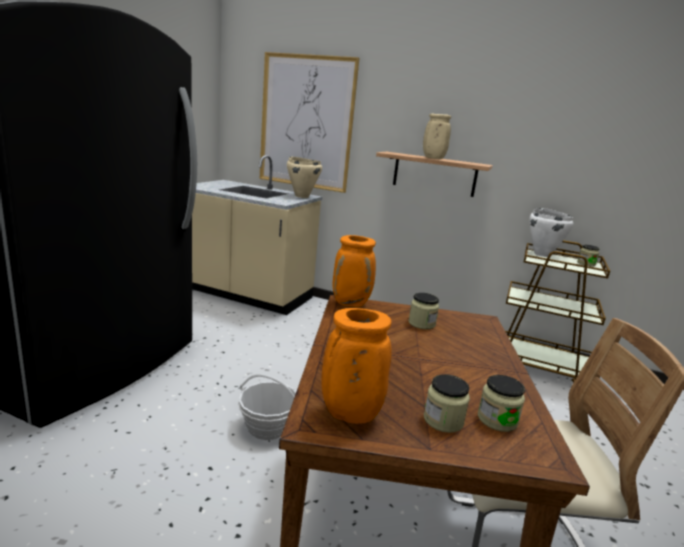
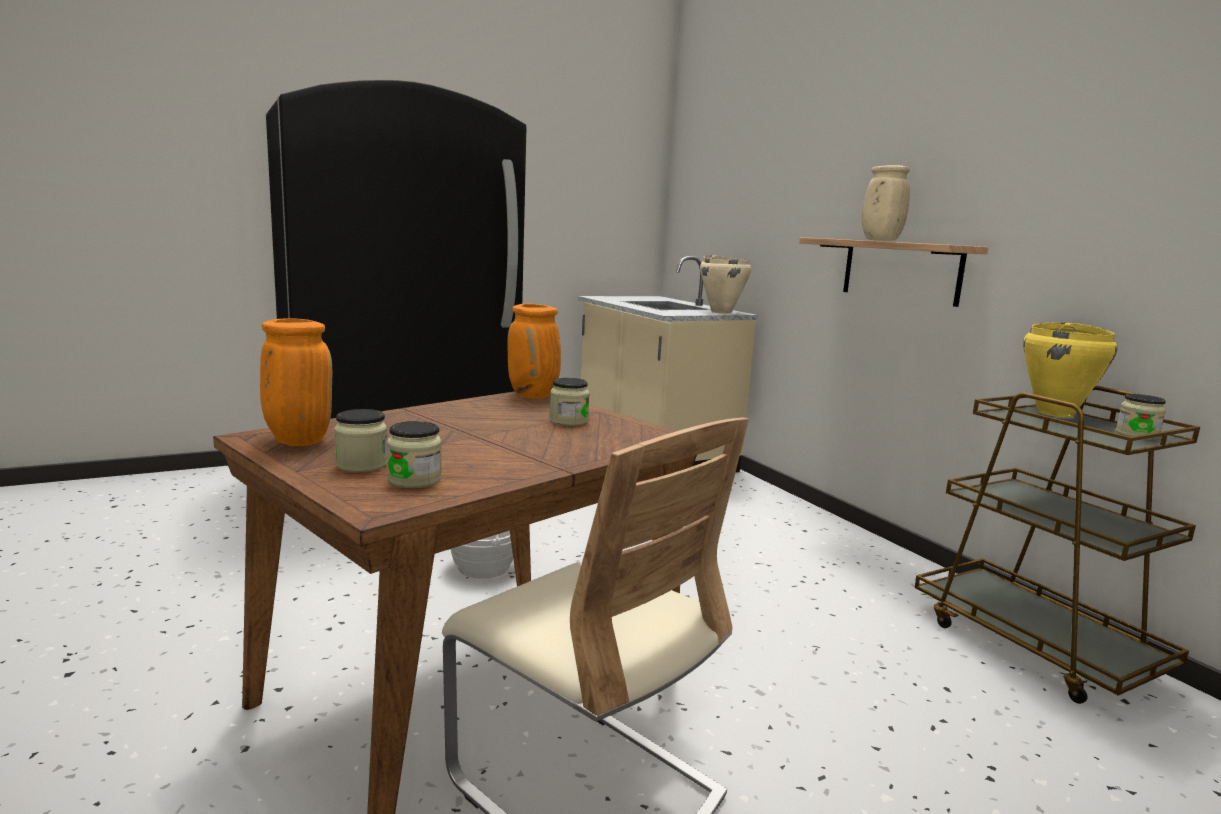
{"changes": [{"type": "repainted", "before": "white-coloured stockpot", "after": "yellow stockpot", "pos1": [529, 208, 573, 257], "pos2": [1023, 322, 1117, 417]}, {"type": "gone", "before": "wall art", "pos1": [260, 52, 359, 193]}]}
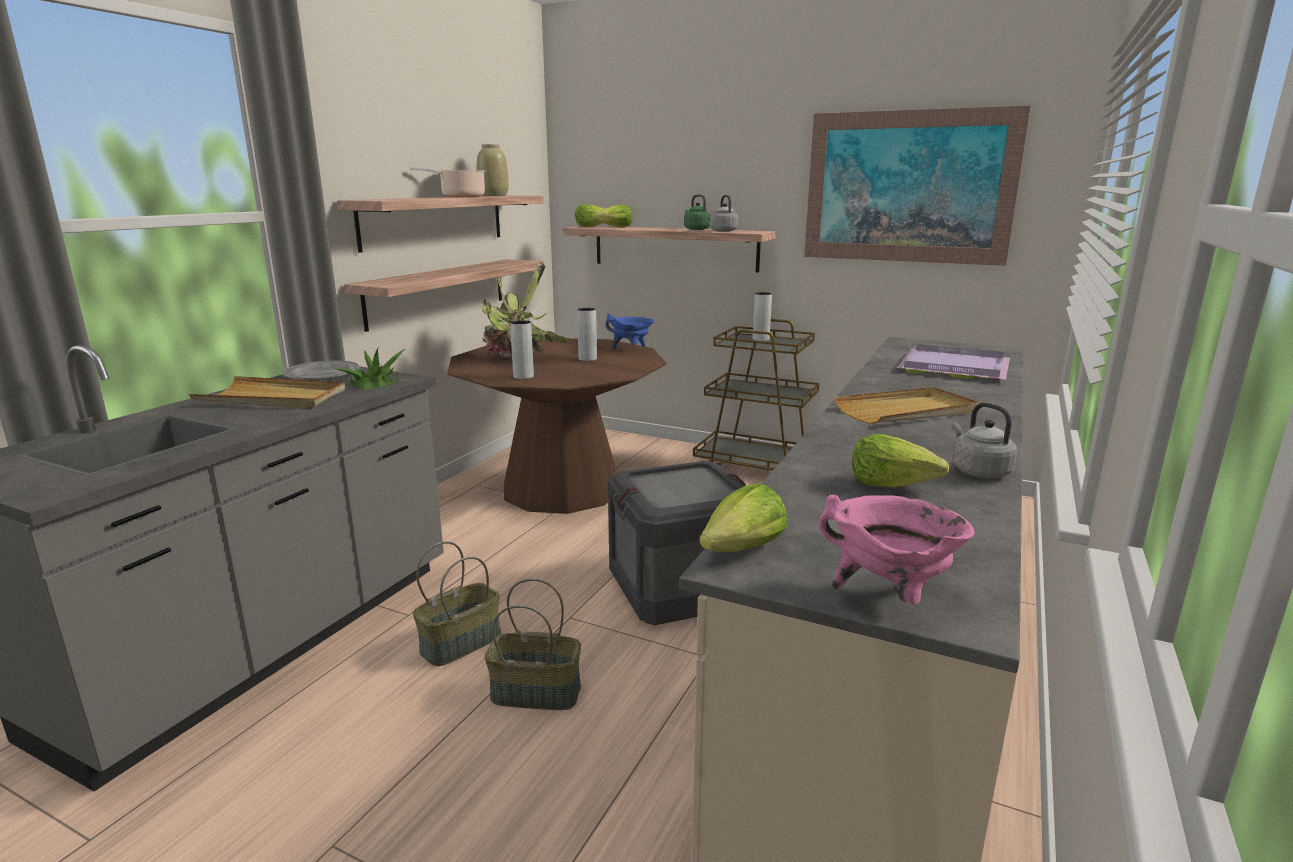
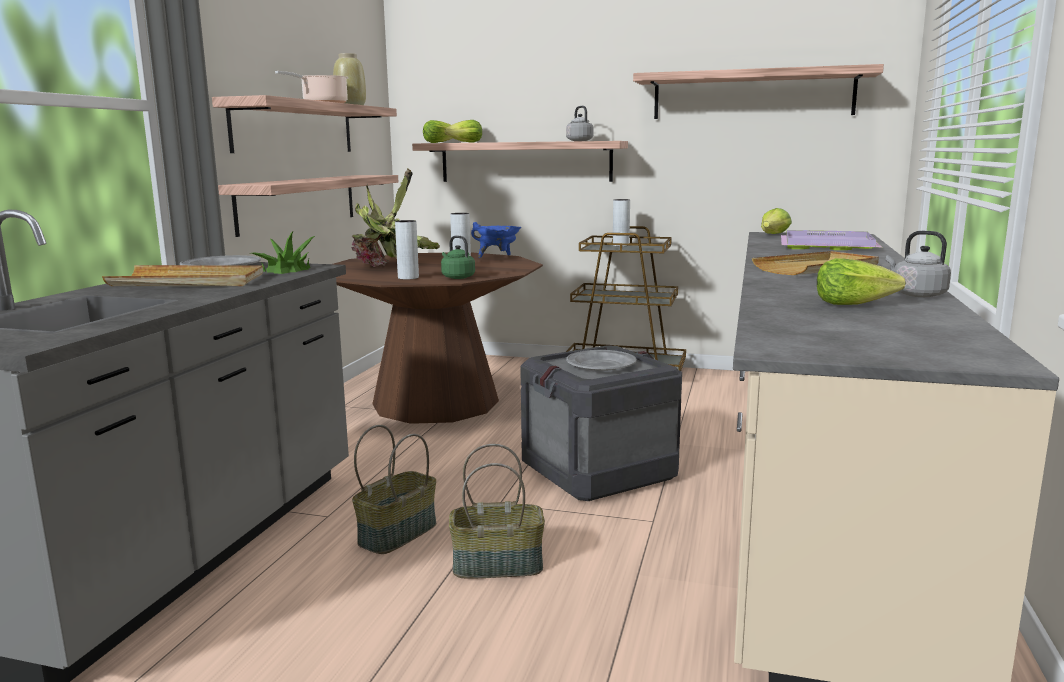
{"changes": [{"type": "shifted", "before": "green water kettle", "pos1": [684, 194, 711, 230], "pos2": [441, 236, 475, 279]}, {"type": "new", "after": "greyish plate", "pos2": [566, 350, 637, 371]}, {"type": "swapped", "before": "wall art", "after": "bracket shelf", "pos1": [804, 106, 1031, 266], "pos2": [633, 64, 884, 119]}, {"type": "shifted", "before": "lettuce", "pos1": [700, 484, 788, 552], "pos2": [761, 208, 792, 234]}, {"type": "gone", "before": "pinkish stockpot", "pos1": [819, 495, 974, 605]}]}
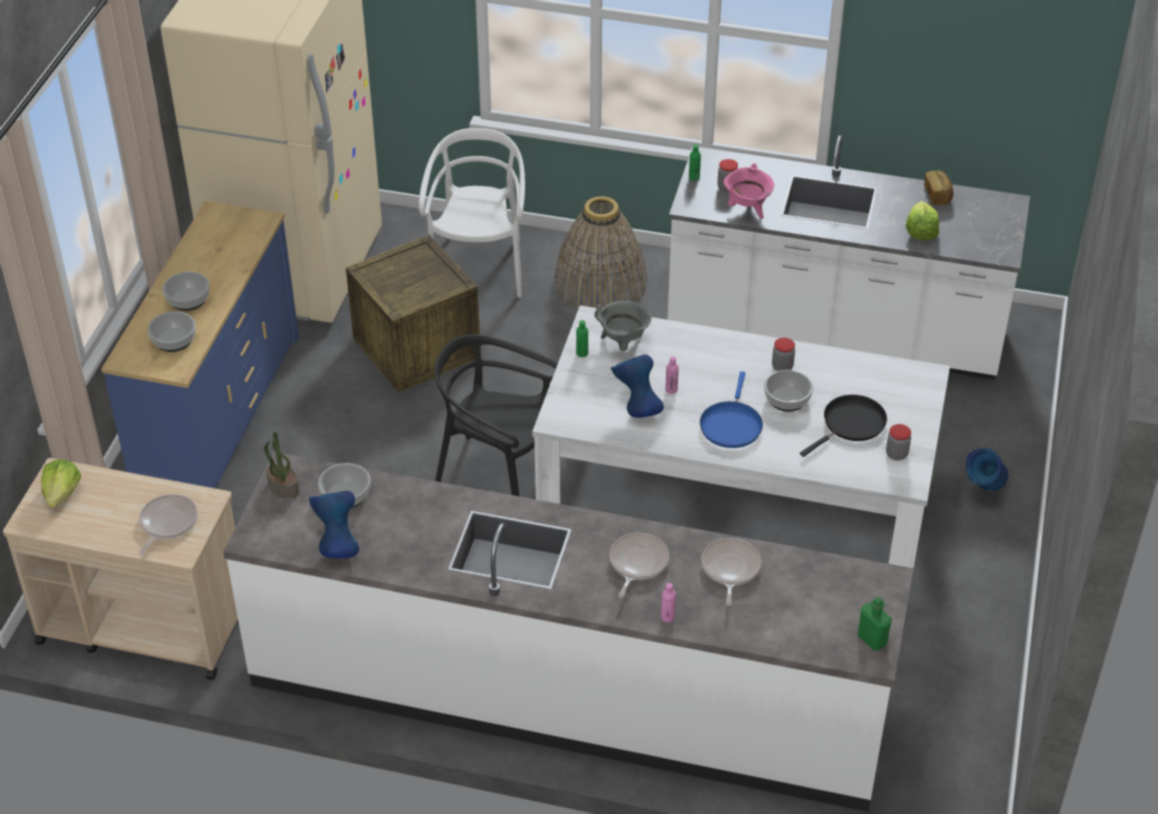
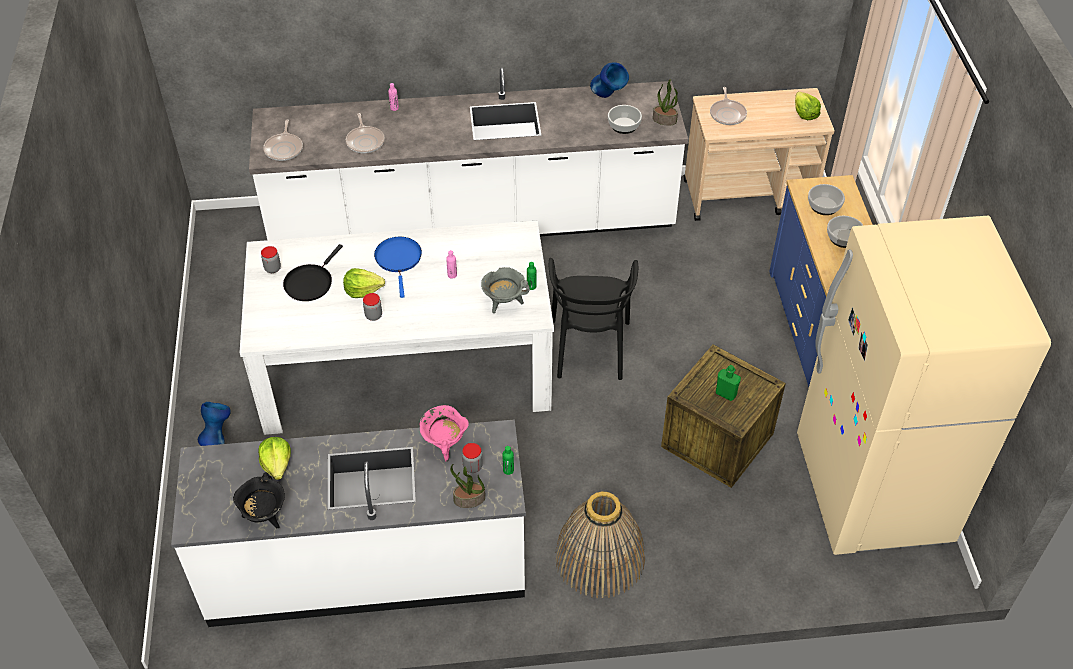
{"changes": [{"type": "swapped", "before": "bakery bread", "after": "black stockpot", "pos1": [924, 170, 953, 205], "pos2": [233, 472, 285, 528]}, {"type": "shifted", "before": "skillet", "pos1": [609, 533, 669, 598], "pos2": [263, 119, 303, 161]}, {"type": "swapped", "before": "deep dish", "after": "lettuce", "pos1": [764, 370, 813, 412], "pos2": [343, 268, 385, 298]}, {"type": "new", "after": "plant in a pot", "pos2": [450, 464, 485, 508]}, {"type": "rotated", "before": "black upright chair", "pos1": [434, 334, 558, 496], "pos2": [549, 258, 638, 380], "turn": 90}, {"type": "shifted", "before": "green beverage bottle", "pos1": [858, 597, 892, 651], "pos2": [716, 365, 741, 401]}, {"type": "gone", "before": "white-coloured upright chair", "pos1": [419, 128, 525, 297]}, {"type": "gone", "before": "blue-coloured vase", "pos1": [611, 354, 664, 418]}]}
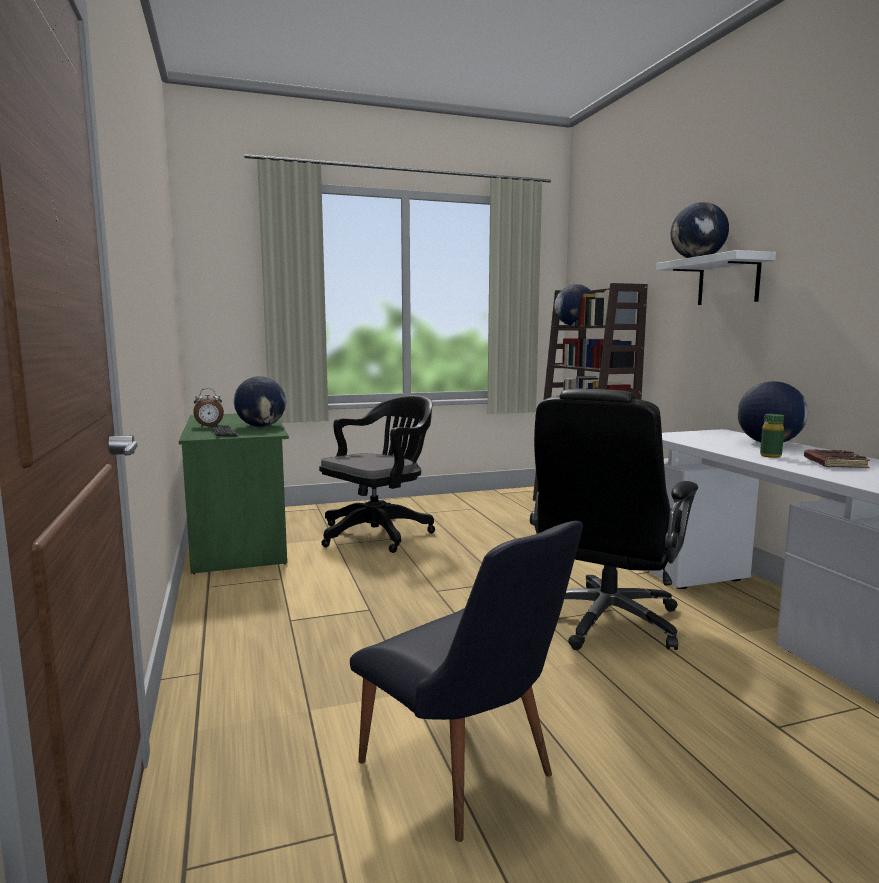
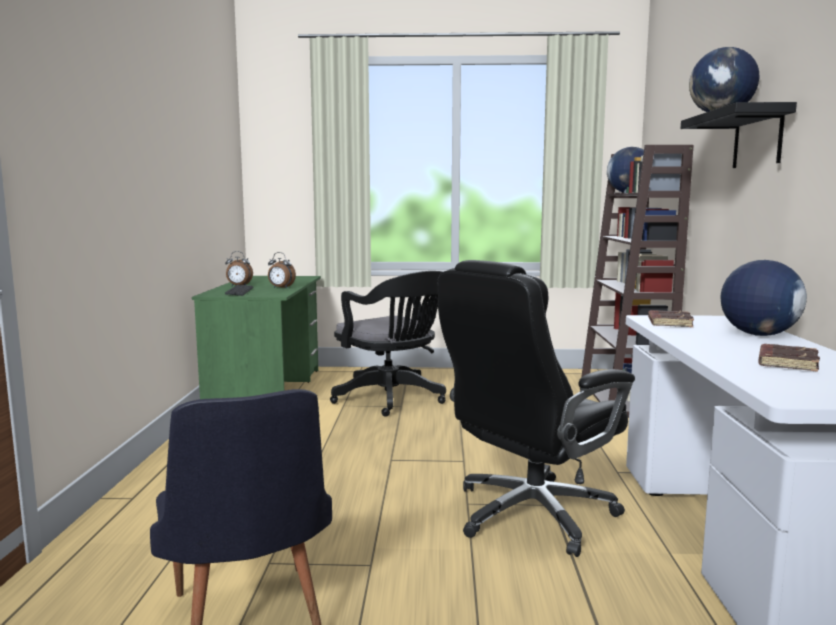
{"changes": [{"type": "swapped", "before": "world globe", "after": "table clock", "pos1": [234, 376, 286, 427], "pos2": [268, 252, 296, 288]}, {"type": "rotated", "before": "black computer chair", "pos1": [319, 395, 435, 553], "pos2": [330, 271, 446, 417], "turn": 75}, {"type": "new", "after": "brown-coloured volume", "pos2": [648, 310, 694, 327]}, {"type": "repainted", "before": "white-coloured bracket shelf", "after": "black bracket shelf", "pos1": [656, 250, 776, 305], "pos2": [681, 102, 797, 168]}, {"type": "gone", "before": "green beverage bottle", "pos1": [760, 414, 784, 458]}]}
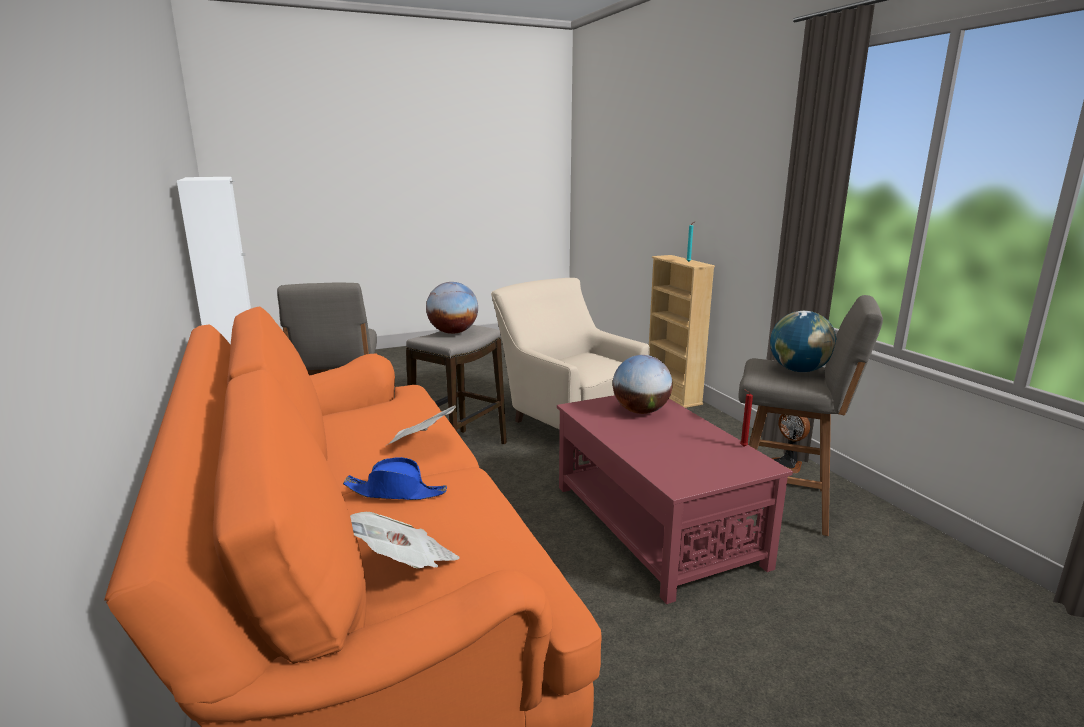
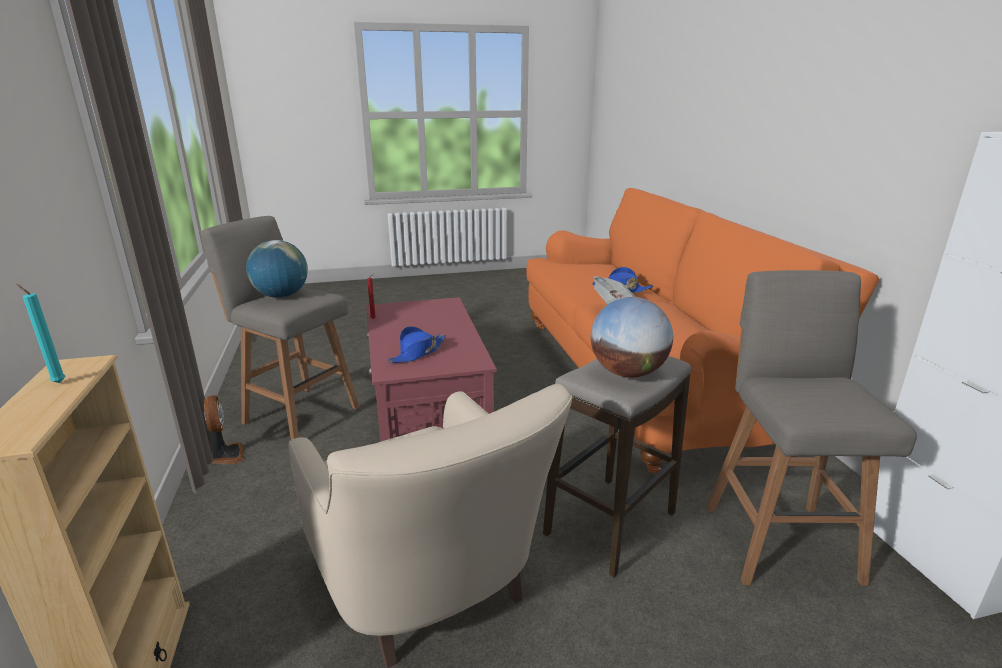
{"changes": [{"type": "swapped", "before": "world globe", "after": "blue-coloured clothing hat", "pos1": [613, 355, 673, 414], "pos2": [387, 326, 446, 363]}, {"type": "gone", "before": "daily paper", "pos1": [350, 512, 460, 569]}]}
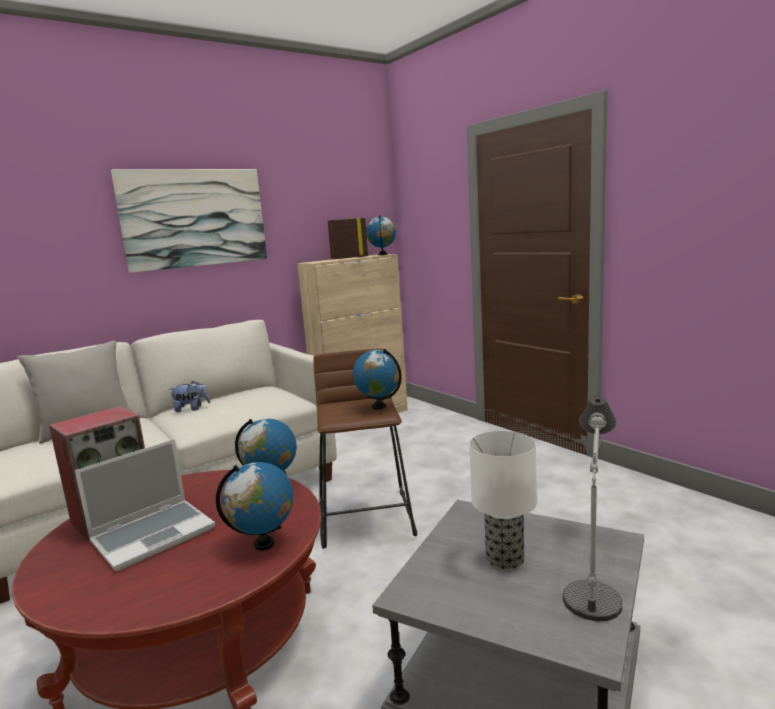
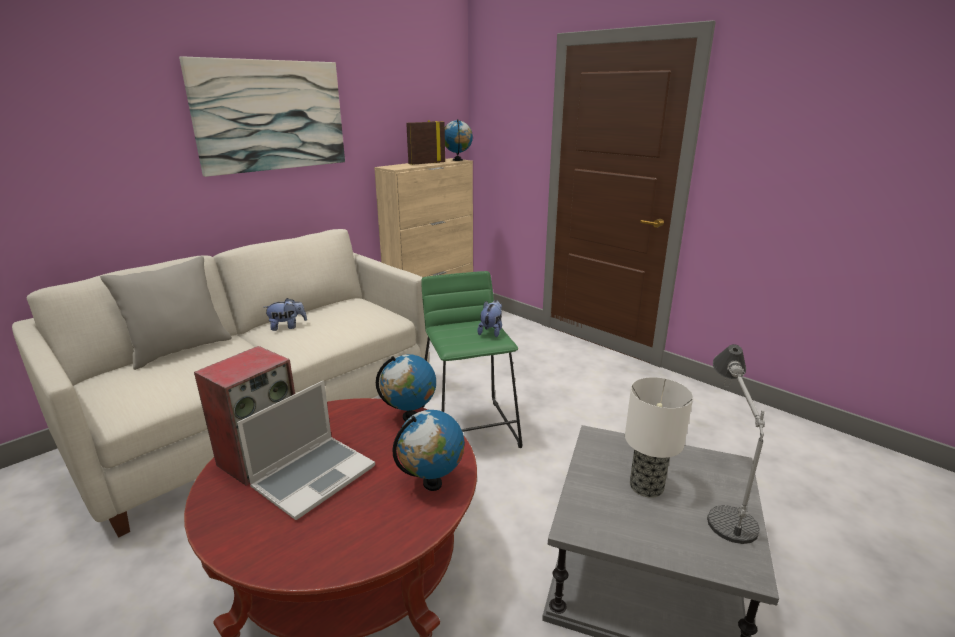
{"changes": [{"type": "repainted", "before": "brown-coloured stool seat", "after": "green stool seat", "pos1": [313, 348, 417, 549], "pos2": [421, 271, 522, 448]}, {"type": "swapped", "before": "world globe", "after": "plush toy", "pos1": [353, 349, 402, 410], "pos2": [477, 300, 502, 337]}]}
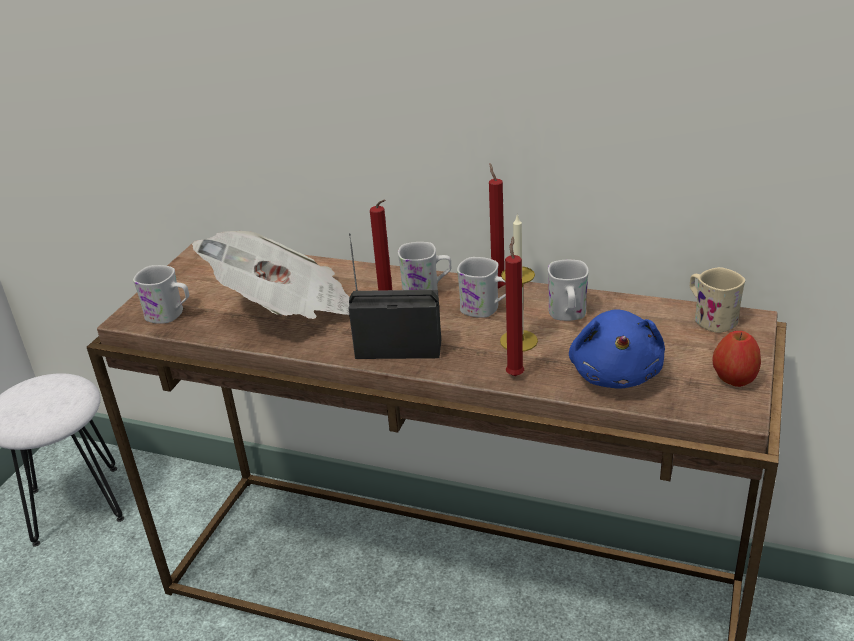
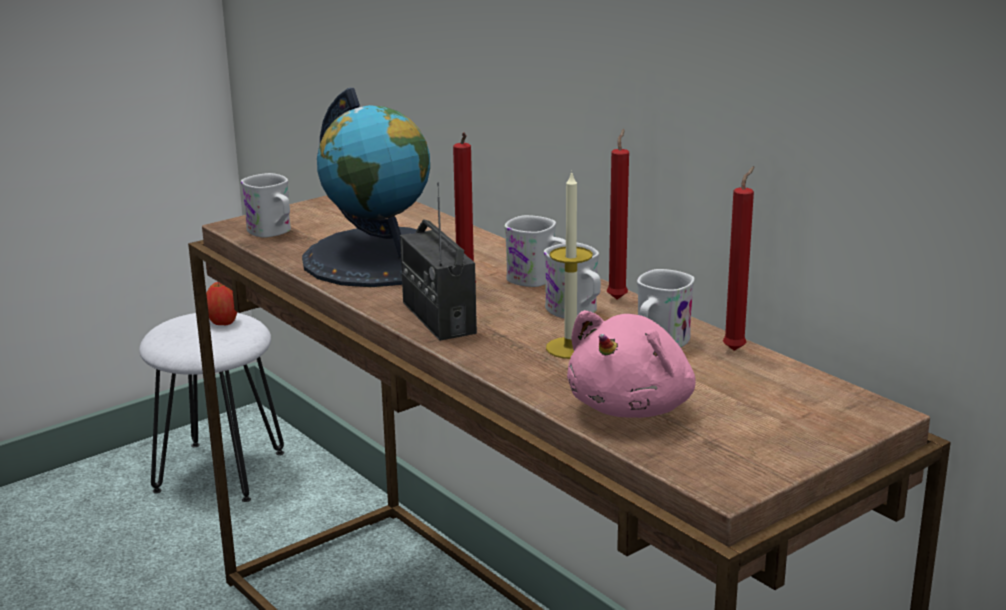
{"changes": [{"type": "shifted", "before": "apple fruit", "pos1": [712, 331, 761, 387], "pos2": [206, 282, 237, 325]}, {"type": "swapped", "before": "daily paper", "after": "world globe", "pos1": [192, 231, 349, 319], "pos2": [302, 88, 430, 287]}, {"type": "rotated", "before": "radio", "pos1": [348, 233, 441, 359], "pos2": [400, 182, 477, 341], "turn": -150}, {"type": "repainted", "before": "blue-coloured plush toy", "after": "pinkish plush toy", "pos1": [569, 309, 665, 388], "pos2": [567, 310, 696, 418]}, {"type": "shifted", "before": "reddish wax candle", "pos1": [505, 237, 524, 376], "pos2": [723, 166, 754, 351]}, {"type": "gone", "before": "sand-coloured coffee mug", "pos1": [690, 267, 746, 333]}]}
